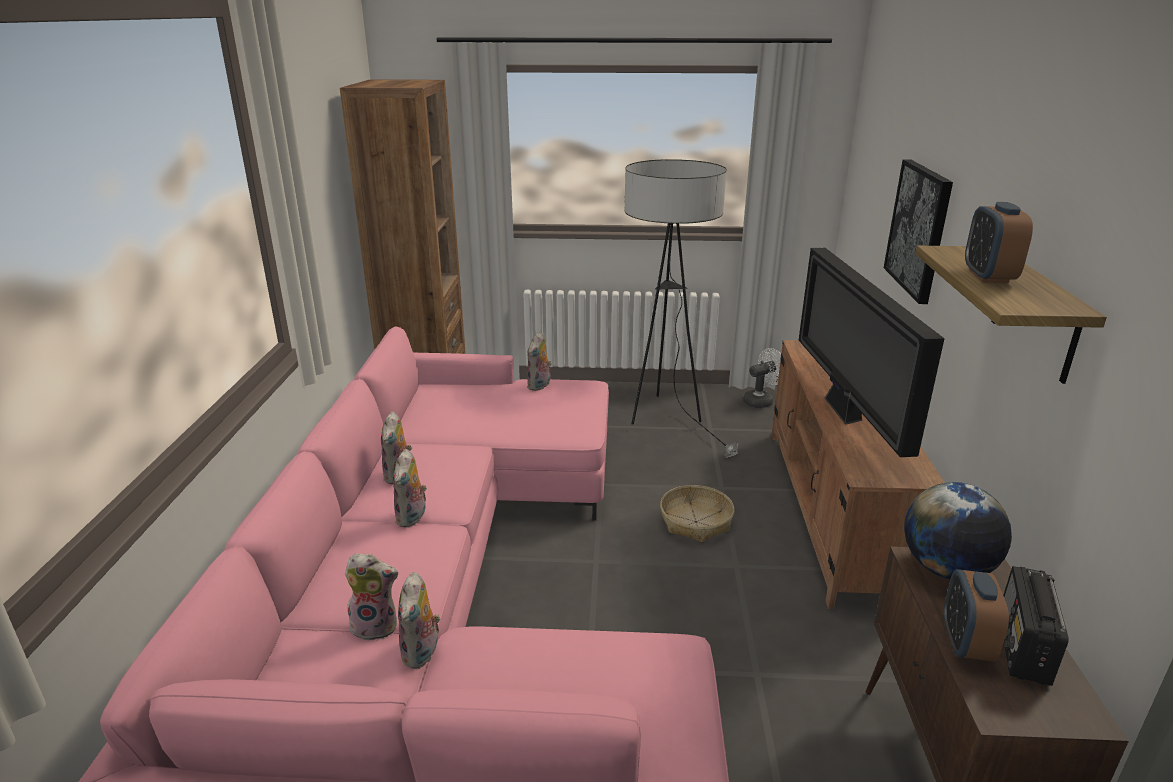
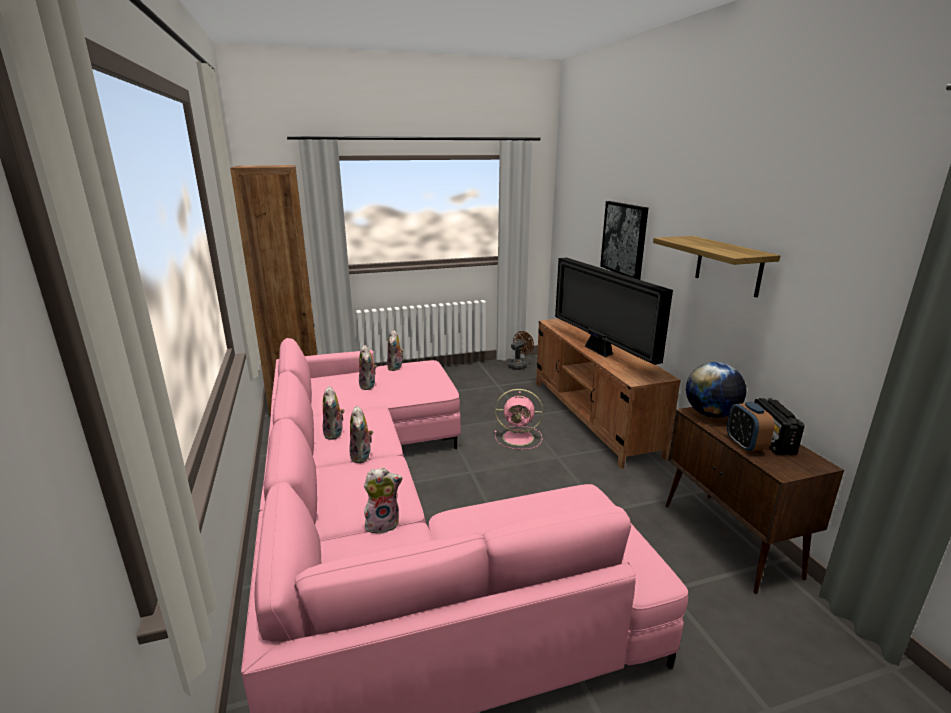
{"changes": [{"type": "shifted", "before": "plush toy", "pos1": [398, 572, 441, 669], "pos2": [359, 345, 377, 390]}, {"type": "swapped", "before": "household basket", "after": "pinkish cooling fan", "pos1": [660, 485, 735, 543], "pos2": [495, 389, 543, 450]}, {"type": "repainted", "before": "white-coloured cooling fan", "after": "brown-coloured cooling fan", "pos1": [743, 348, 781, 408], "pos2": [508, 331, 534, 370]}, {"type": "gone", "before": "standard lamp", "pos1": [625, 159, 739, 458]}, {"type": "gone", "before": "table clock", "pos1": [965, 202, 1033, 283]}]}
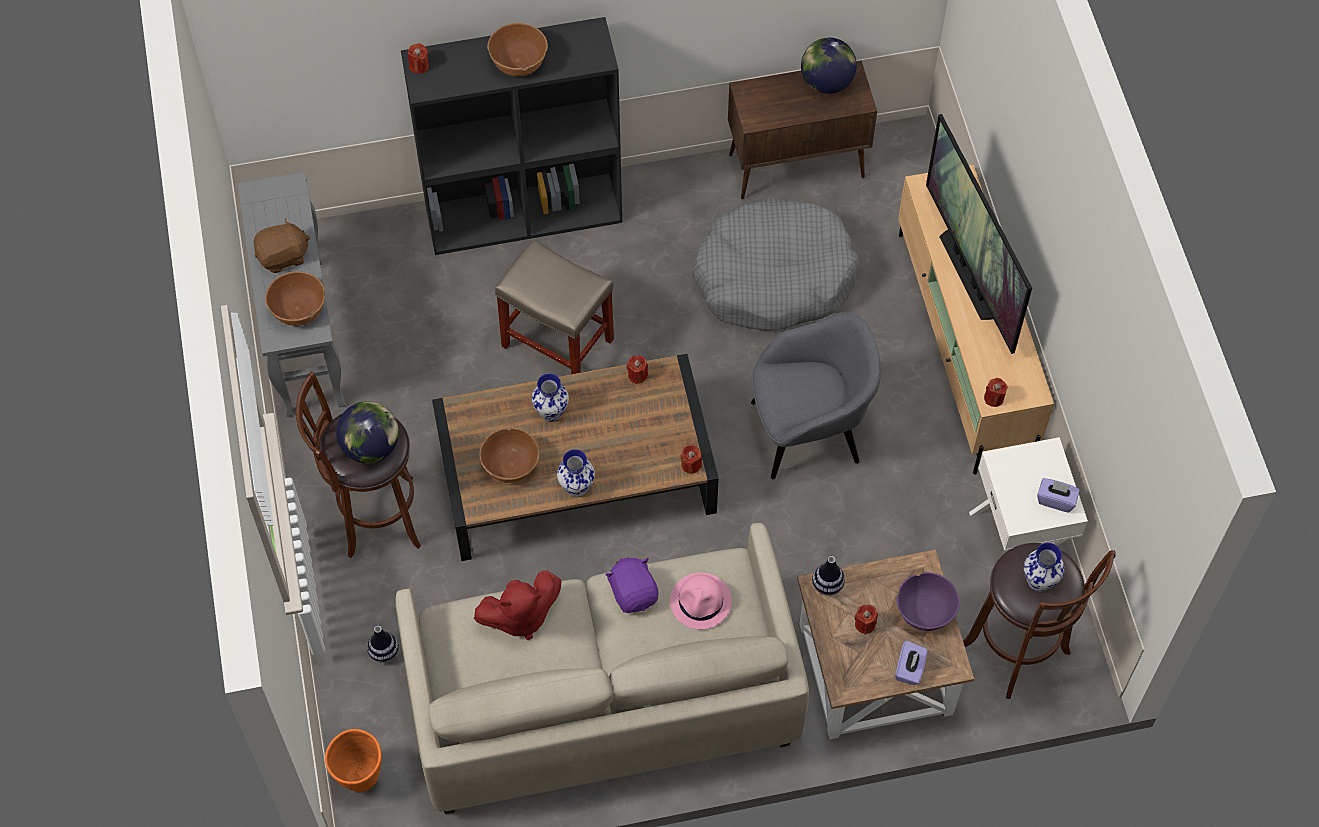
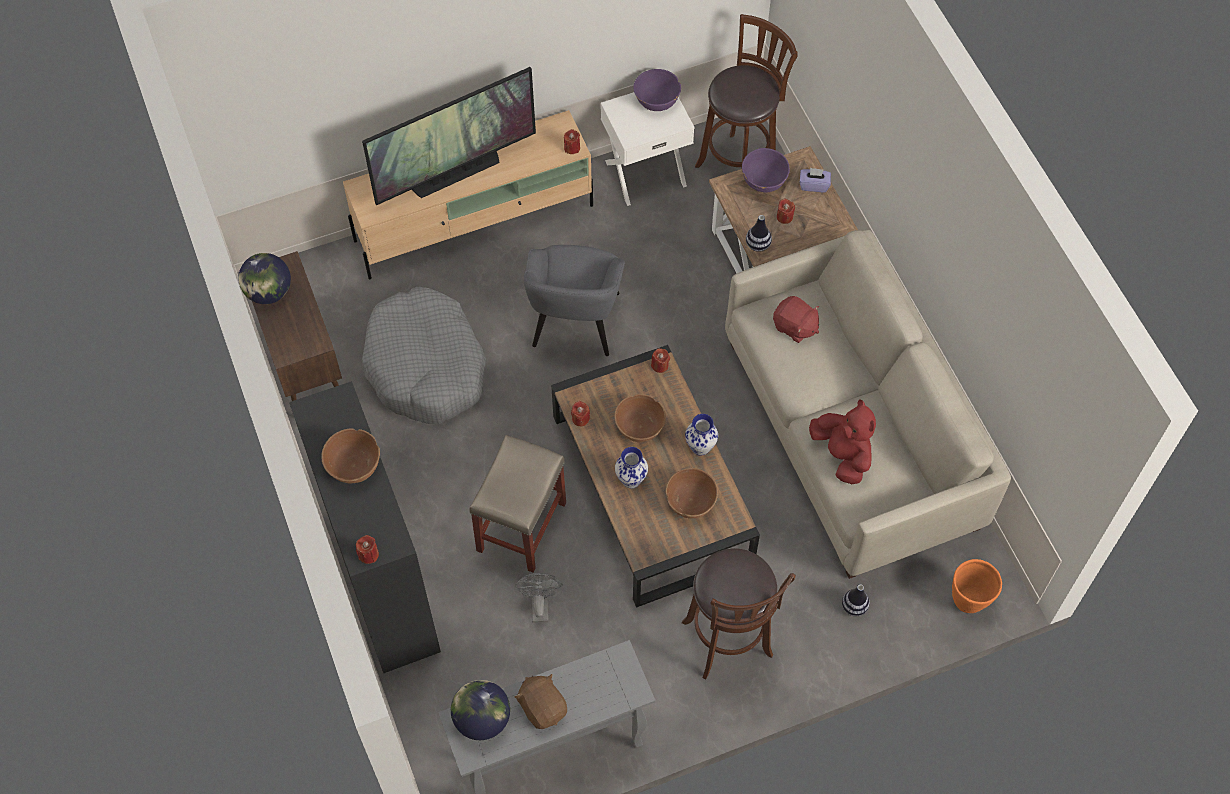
{"changes": [{"type": "shifted", "before": "world globe", "pos1": [336, 401, 399, 463], "pos2": [451, 680, 510, 740]}, {"type": "new", "after": "greyish cooling fan", "pos2": [515, 573, 563, 623]}, {"type": "rotated", "before": "greyish armchair", "pos1": [751, 312, 881, 479], "pos2": [524, 245, 625, 356], "turn": -150}, {"type": "shifted", "before": "brown-coloured deep dish", "pos1": [265, 271, 325, 326], "pos2": [614, 394, 666, 442]}, {"type": "swapped", "before": "purple-coloured tissue box", "after": "purple-coloured deep dish", "pos1": [1037, 478, 1080, 513], "pos2": [633, 69, 681, 111]}, {"type": "swapped", "before": "pinkish clothing hat", "after": "reddish plush toy", "pos1": [670, 573, 732, 629], "pos2": [773, 296, 819, 343]}, {"type": "gone", "before": "purple-coloured plush toy", "pos1": [605, 558, 659, 613]}, {"type": "gone", "before": "vase", "pos1": [1024, 543, 1064, 592]}]}
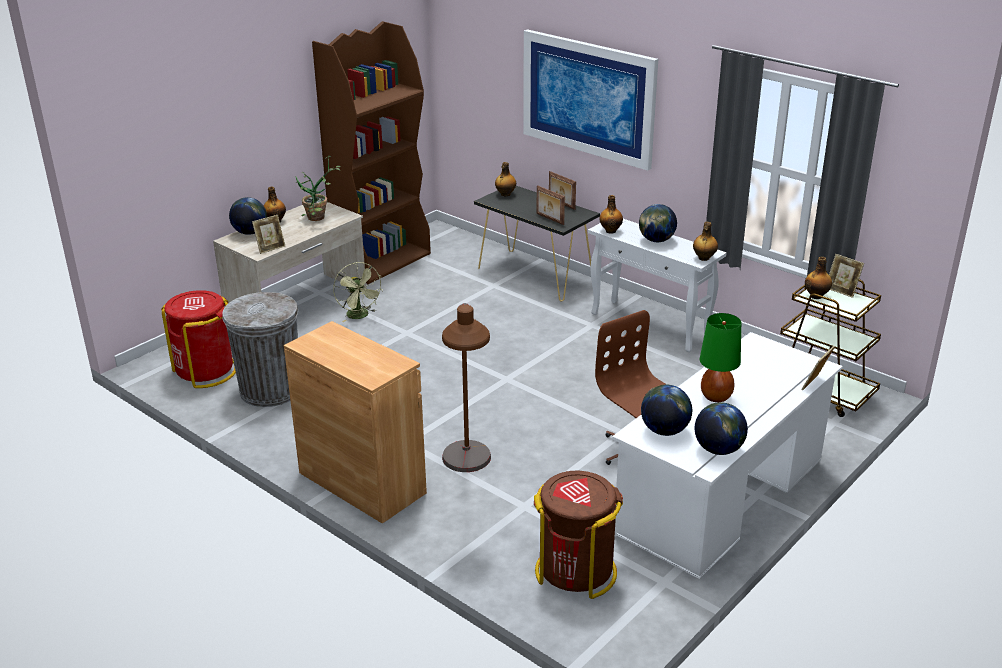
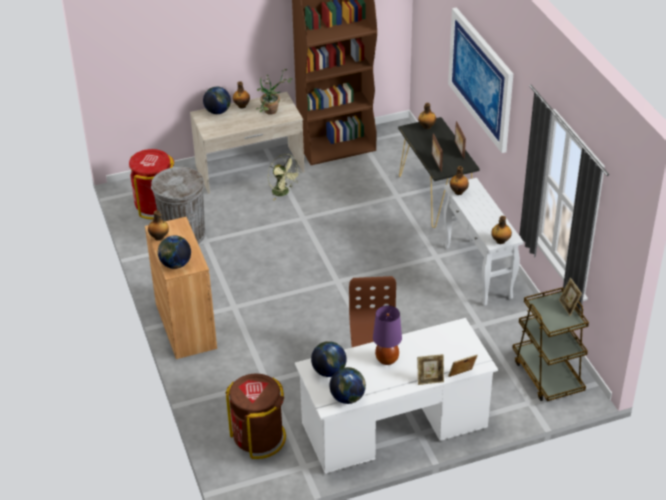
{"changes": [{"type": "shifted", "before": "beverage bottle", "pos1": [805, 257, 832, 299], "pos2": [148, 210, 169, 241]}, {"type": "shifted", "before": "world globe", "pos1": [639, 204, 677, 243], "pos2": [158, 236, 191, 269]}, {"type": "rotated", "before": "green cooling fan", "pos1": [333, 262, 383, 322], "pos2": [268, 154, 301, 201], "turn": -45}, {"type": "repainted", "before": "green tabletop lamp", "after": "purple-coloured tabletop lamp", "pos1": [700, 313, 741, 402], "pos2": [373, 305, 402, 365]}, {"type": "shifted", "before": "standing frame", "pos1": [252, 215, 285, 254], "pos2": [417, 354, 444, 385]}, {"type": "gone", "before": "brown-coloured standard lamp", "pos1": [442, 303, 491, 472]}]}
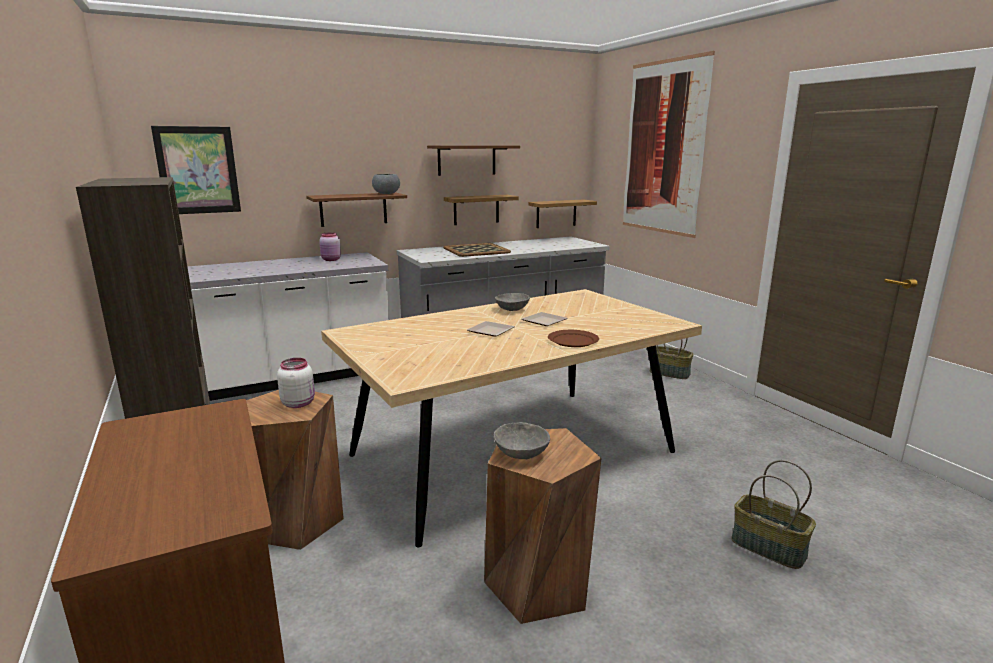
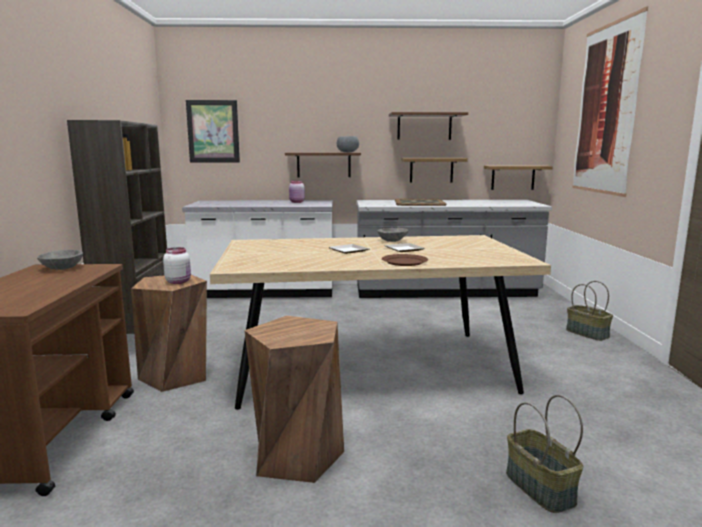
{"changes": [{"type": "shifted", "before": "greyish deep dish", "pos1": [494, 422, 550, 459], "pos2": [37, 250, 83, 270]}]}
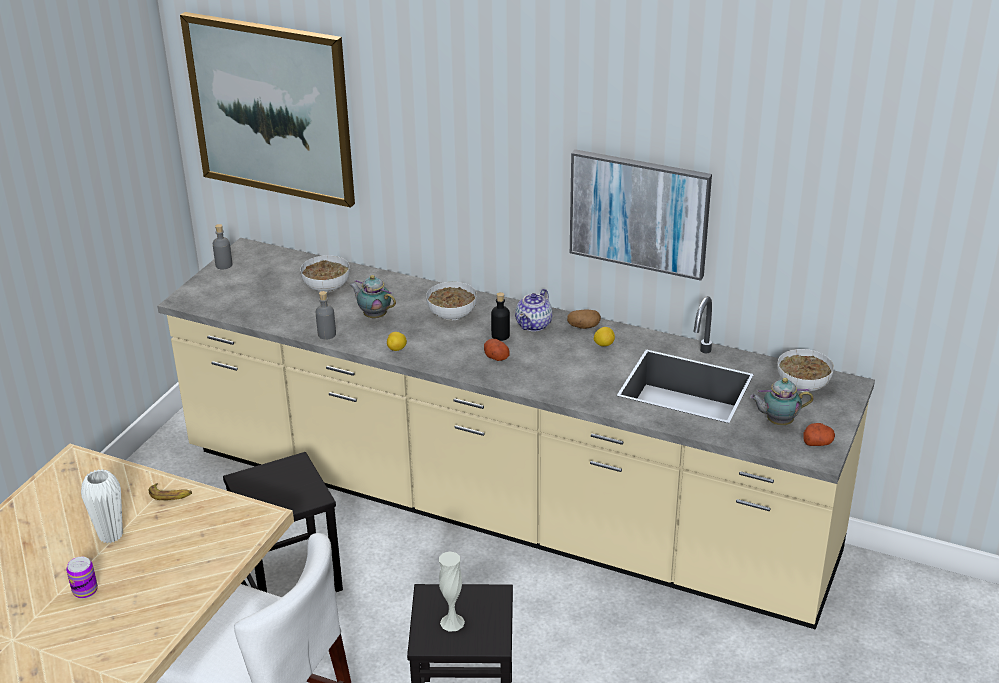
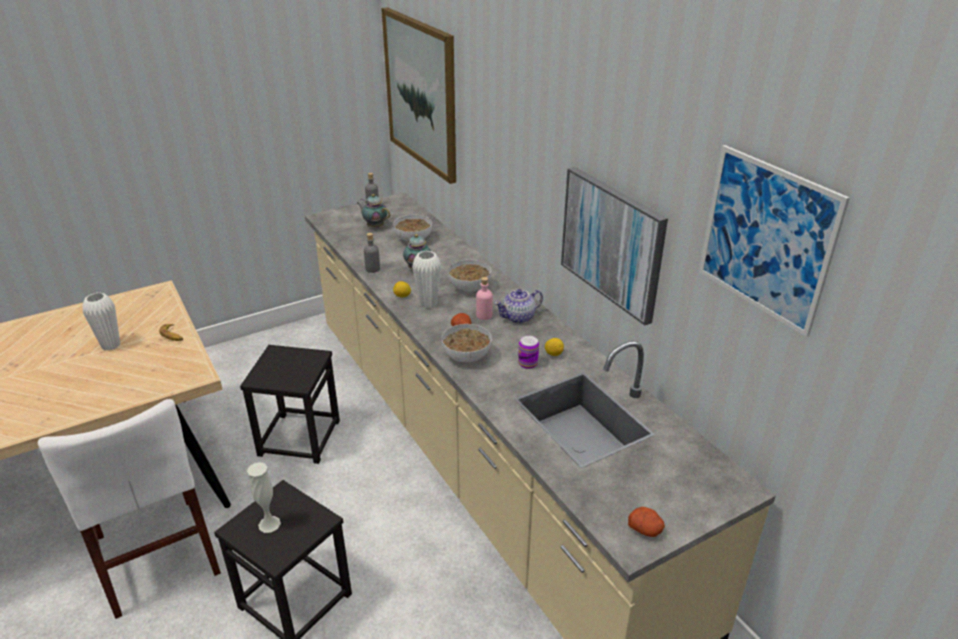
{"changes": [{"type": "shifted", "before": "teapot", "pos1": [750, 378, 813, 425], "pos2": [357, 194, 390, 228]}, {"type": "new", "after": "white-coloured vase", "pos2": [412, 251, 441, 308]}, {"type": "shifted", "before": "deep dish", "pos1": [777, 349, 834, 392], "pos2": [441, 324, 492, 363]}, {"type": "repainted", "before": "black beverage bottle", "after": "pinkish beverage bottle", "pos1": [491, 292, 510, 341], "pos2": [476, 277, 493, 320]}, {"type": "shifted", "before": "can", "pos1": [66, 557, 98, 599], "pos2": [518, 336, 539, 369]}, {"type": "new", "after": "wall art", "pos2": [699, 145, 850, 337]}, {"type": "gone", "before": "potato", "pos1": [567, 310, 601, 329]}]}
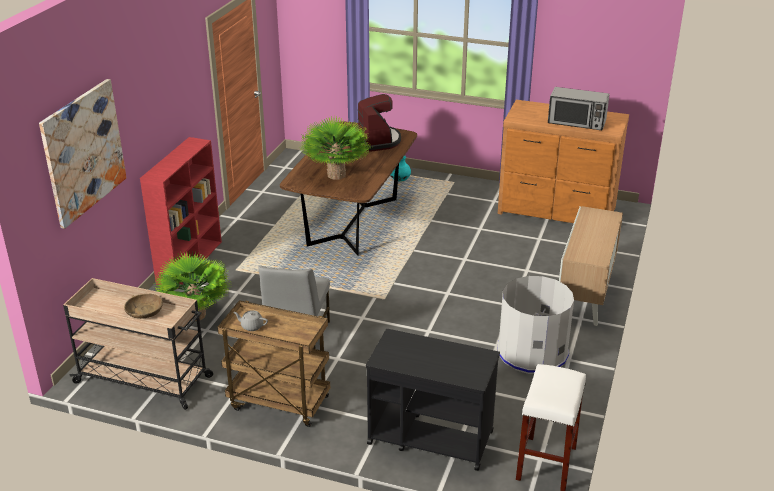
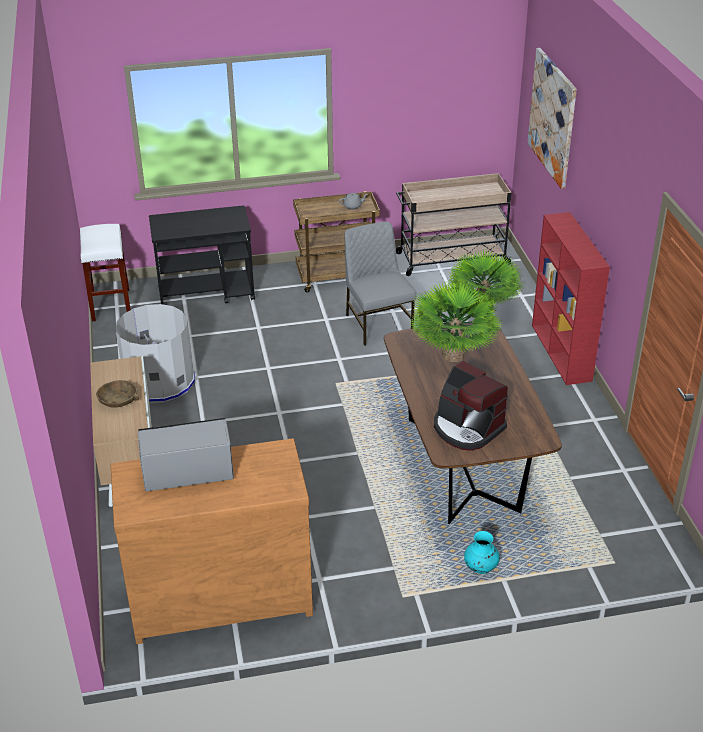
{"changes": [{"type": "shifted", "before": "brown-coloured deep dish", "pos1": [124, 294, 163, 319], "pos2": [96, 380, 138, 408]}]}
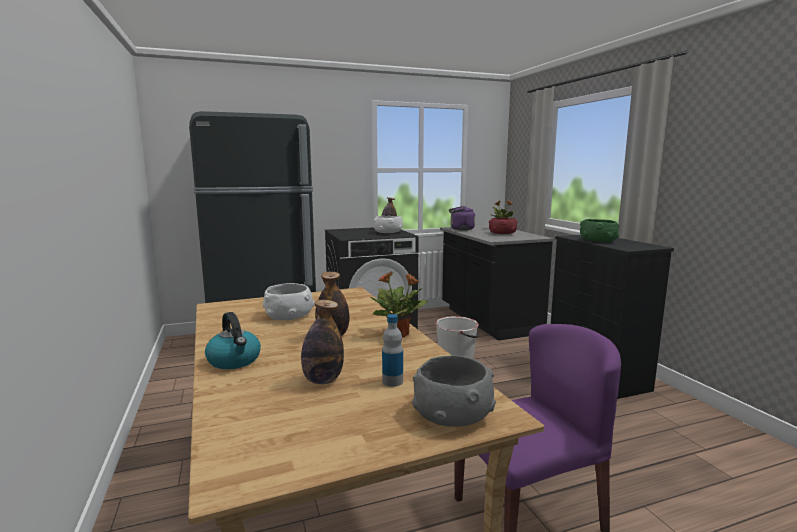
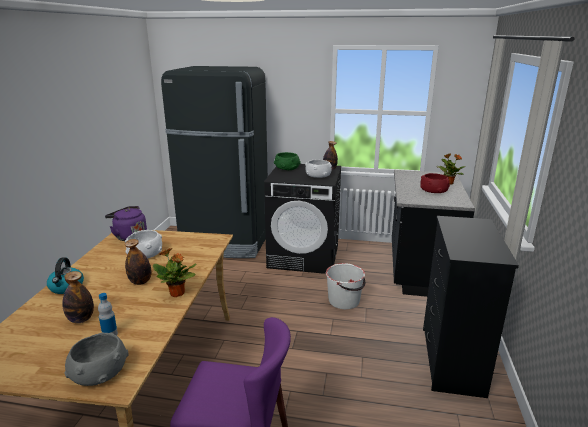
{"changes": [{"type": "shifted", "before": "purple-coloured water kettle", "pos1": [449, 206, 475, 230], "pos2": [105, 206, 147, 241]}, {"type": "shifted", "before": "green deep dish", "pos1": [580, 219, 619, 242], "pos2": [274, 152, 301, 170]}]}
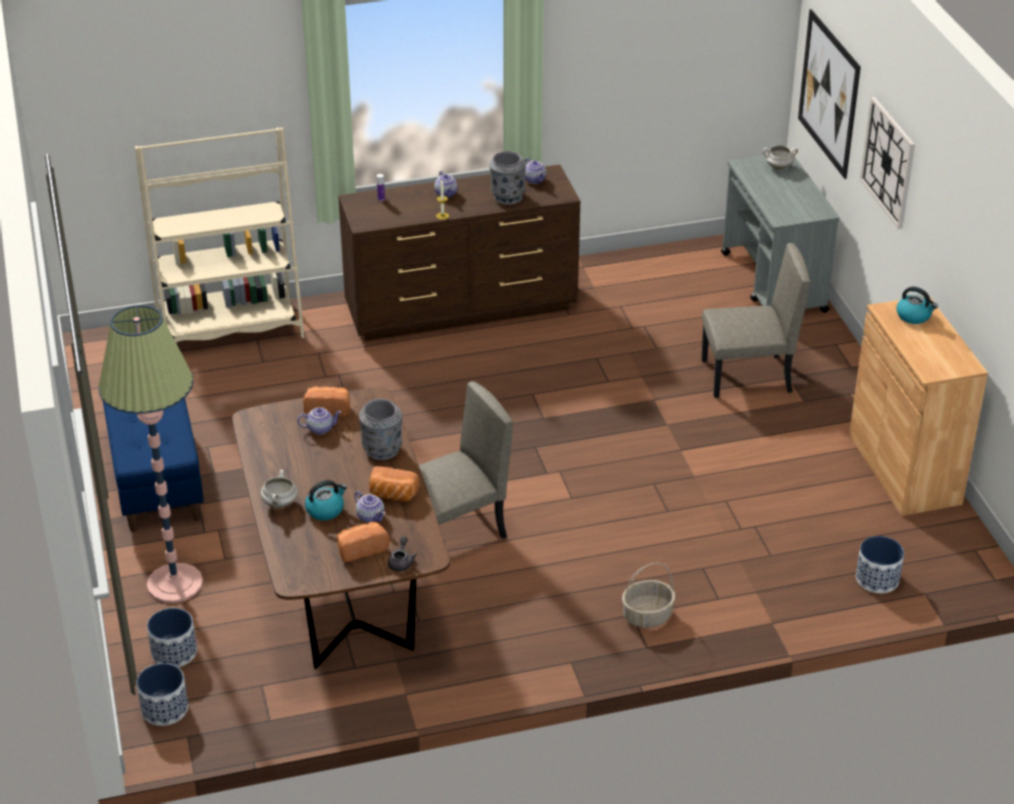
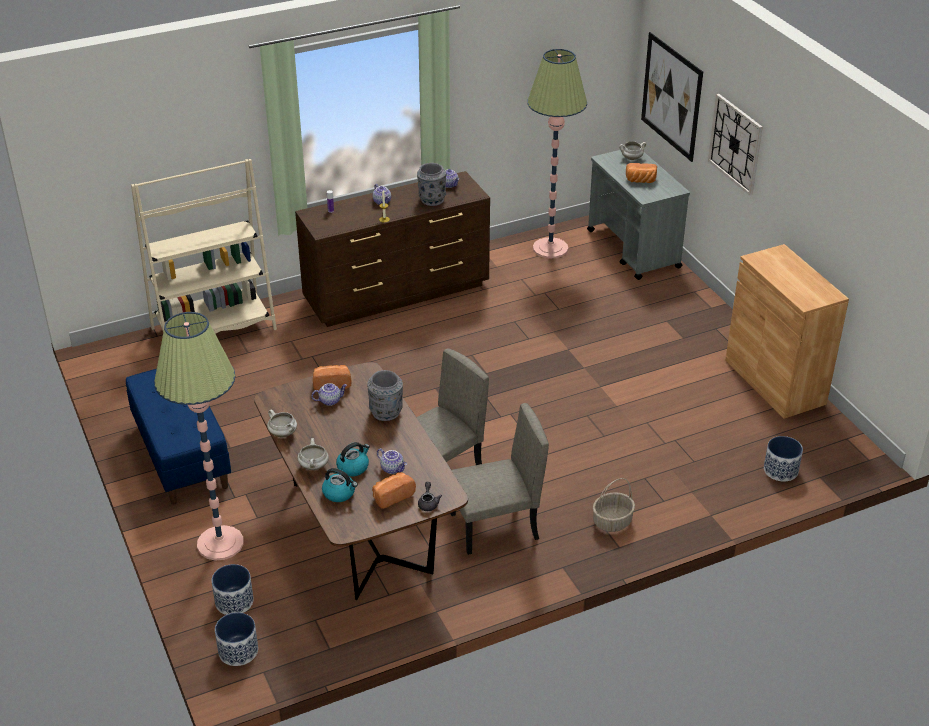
{"changes": [{"type": "new", "after": "white-coloured stockpot", "pos2": [267, 410, 297, 437]}, {"type": "shifted", "before": "water kettle", "pos1": [897, 287, 938, 324], "pos2": [322, 468, 358, 502]}, {"type": "shifted", "before": "sand-coloured upright chair", "pos1": [702, 243, 811, 398], "pos2": [450, 403, 549, 555]}, {"type": "new", "after": "standard lamp", "pos2": [527, 49, 587, 258]}, {"type": "shifted", "before": "bakery bread", "pos1": [369, 466, 419, 502], "pos2": [626, 163, 657, 183]}]}
